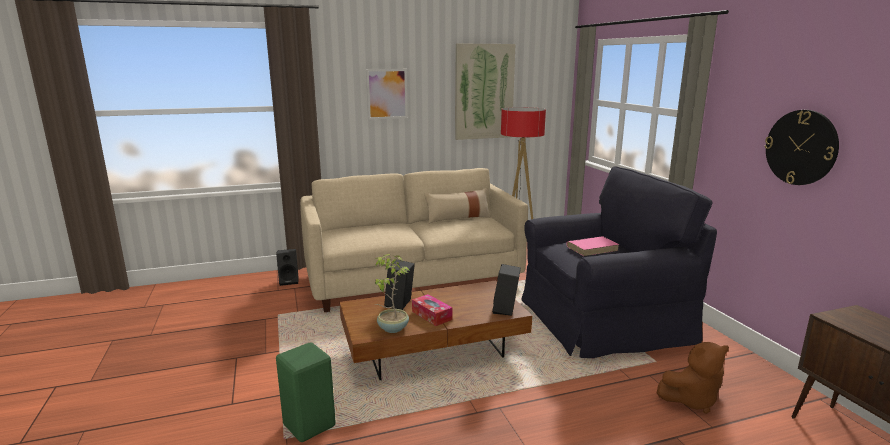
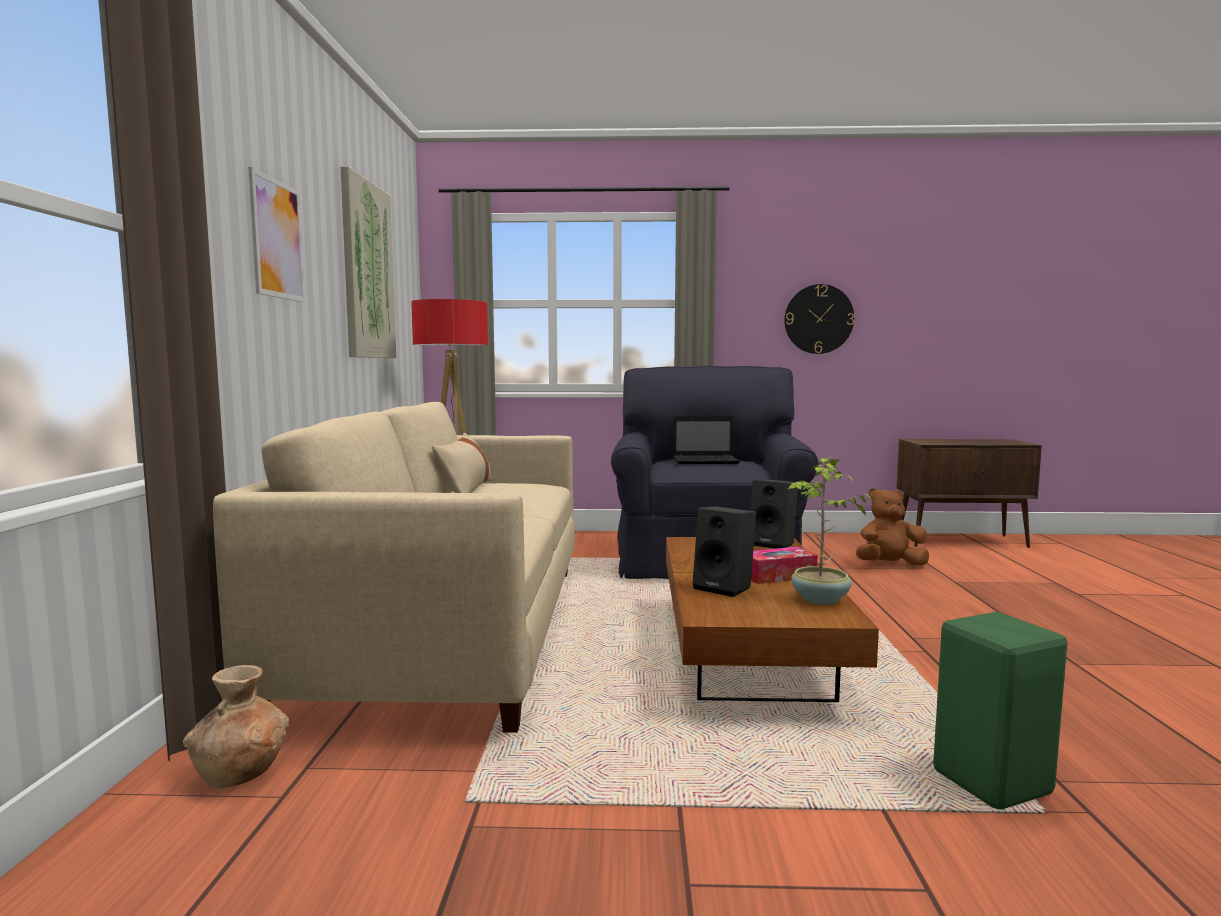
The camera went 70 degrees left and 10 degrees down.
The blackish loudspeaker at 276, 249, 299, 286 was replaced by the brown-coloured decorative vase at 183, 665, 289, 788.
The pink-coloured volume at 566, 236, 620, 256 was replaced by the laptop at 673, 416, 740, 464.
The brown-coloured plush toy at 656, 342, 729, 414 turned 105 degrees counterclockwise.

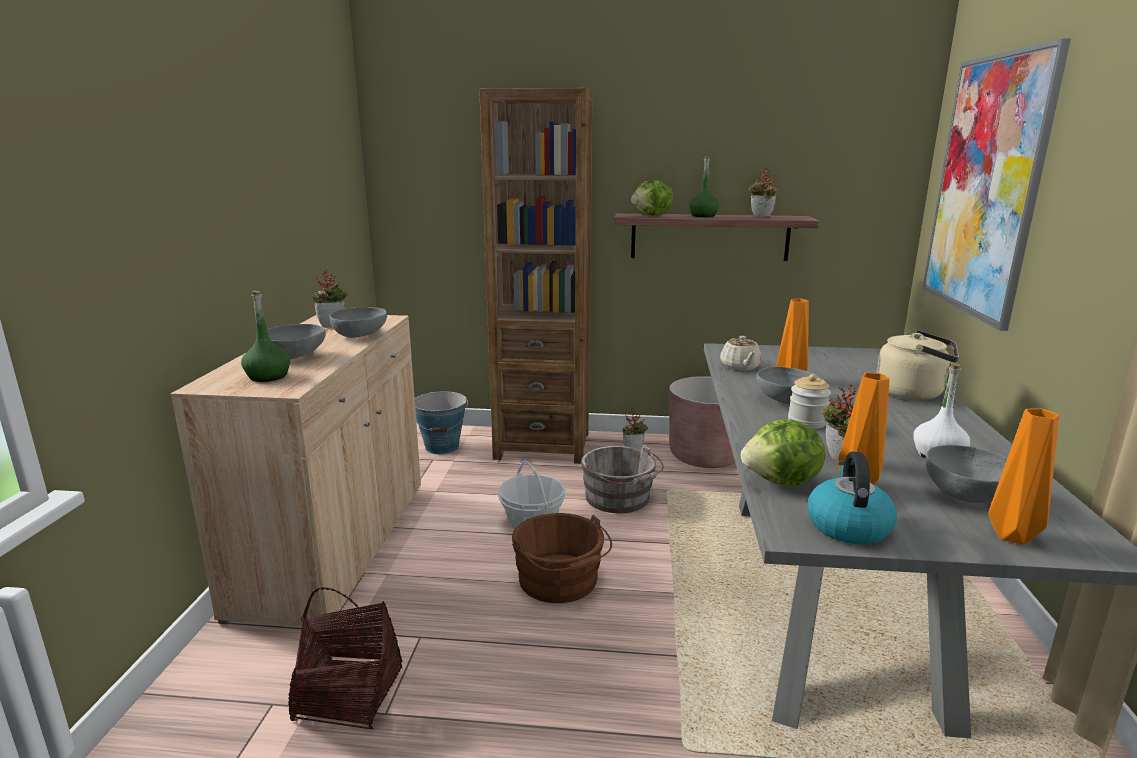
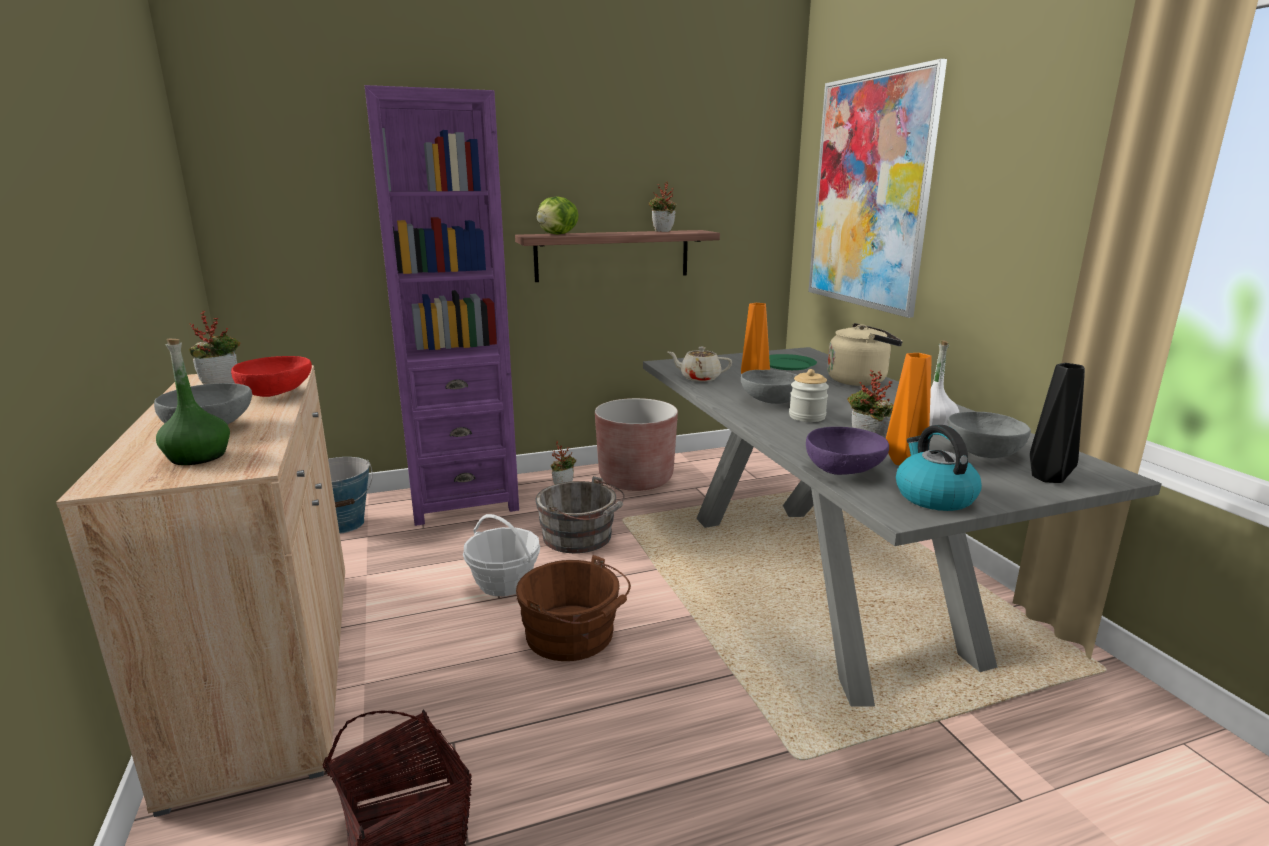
The camera went 25 degrees left and 0 degrees up.
The green beverage bottle at 689, 156, 719, 217 disappeared.
The green plate at 769, 354, 817, 370 appeared.
The lettuce at 741, 419, 825, 486 was replaced by the purple-coloured serving bowl at 806, 427, 889, 475.
The gray serving bowl at 329, 307, 387, 338 became the red-coloured serving bowl at 231, 356, 312, 397.
The brown-coloured bookshelf at 479, 88, 593, 464 became the purple-coloured bookshelf at 365, 85, 519, 526.
The orange decorative vase at 988, 408, 1059, 545 became the blackish decorative vase at 1030, 363, 1085, 483.
The beige-coloured teapot at 720, 336, 762, 371 turned 135 degrees clockwise.

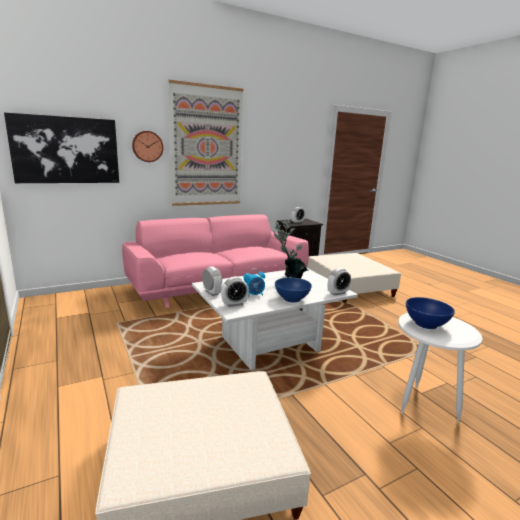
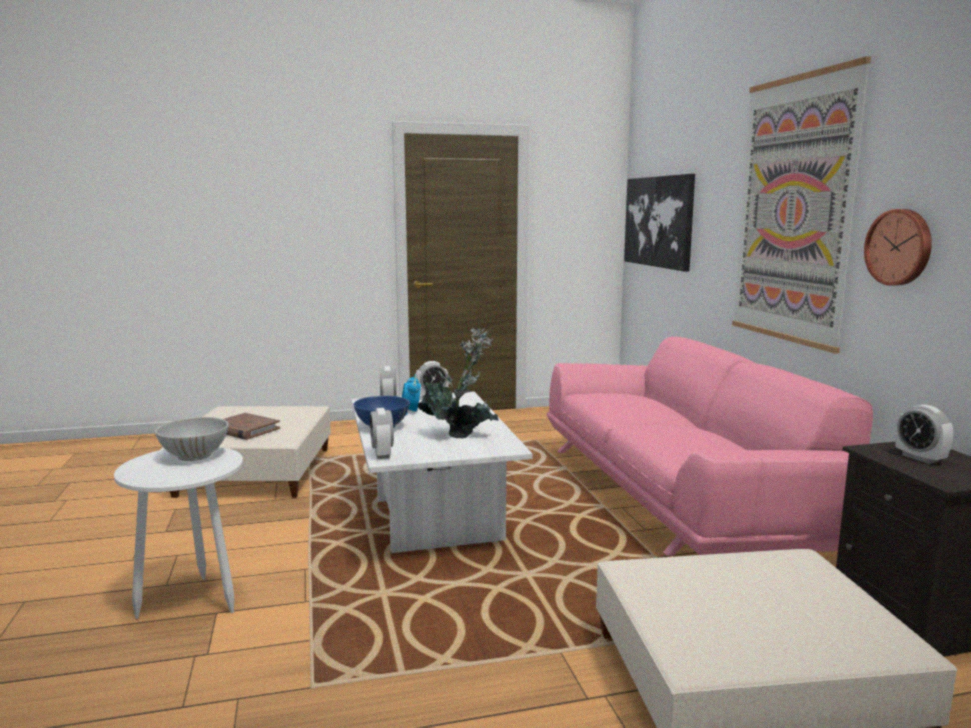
The camera went 105 degrees right and 5 degrees down.
The brown-coloured volume at 224, 413, 280, 440 appeared.
The wall clock moved from 132, 131, 163, 162 to 864, 209, 932, 286.
The blue-coloured serving bowl at 406, 297, 455, 329 became the white serving bowl at 155, 417, 229, 461.

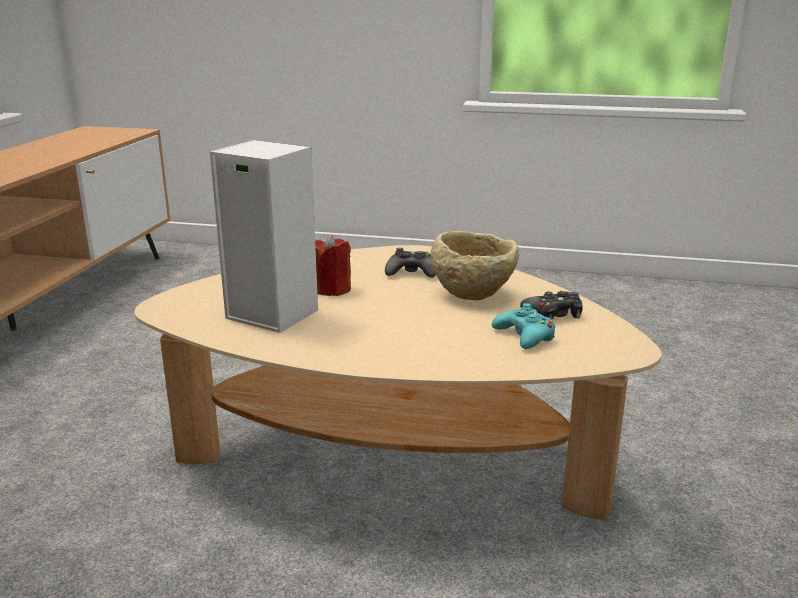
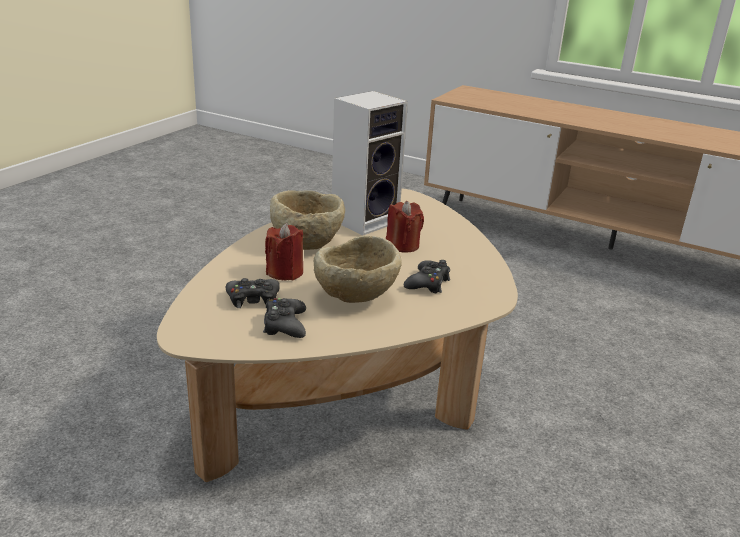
The camera went 105 degrees right and 5 degrees up.
The red-coloured wax candle at 265, 223, 303, 280 appeared.
The beige-coloured serving bowl at 270, 190, 345, 250 appeared.
The turquoise joypad at 492, 303, 555, 349 became the blackish joypad at 226, 278, 280, 308.

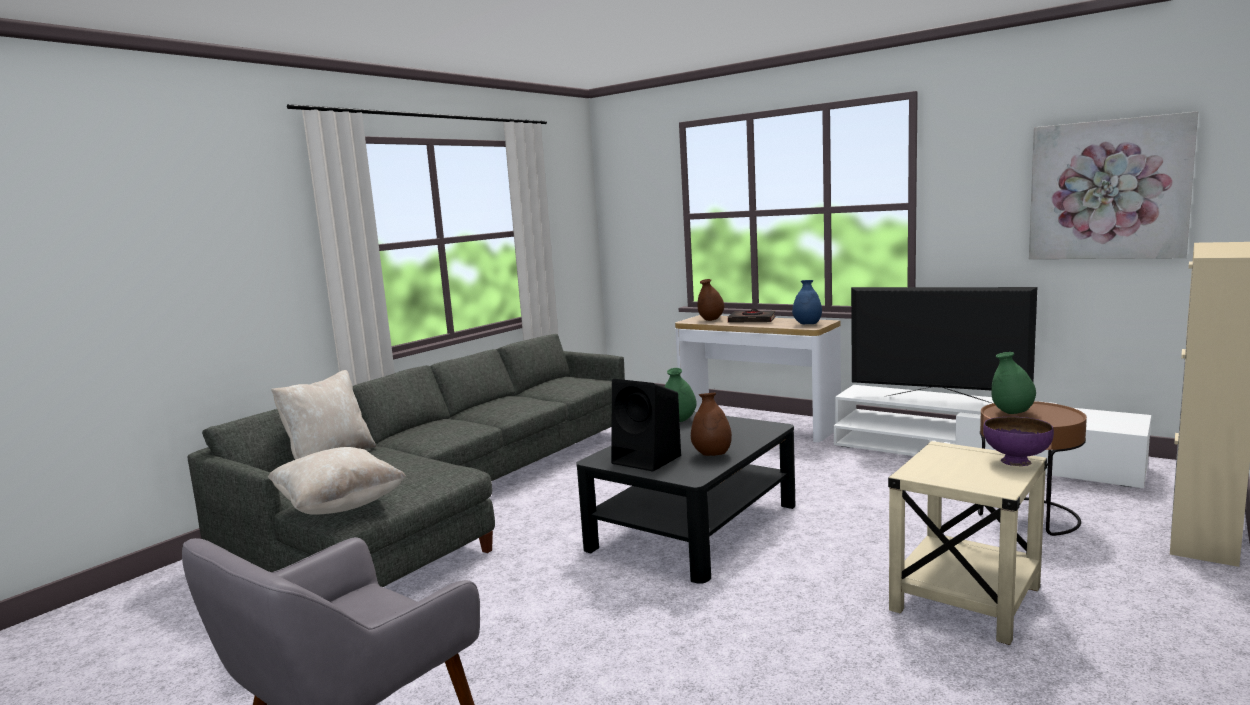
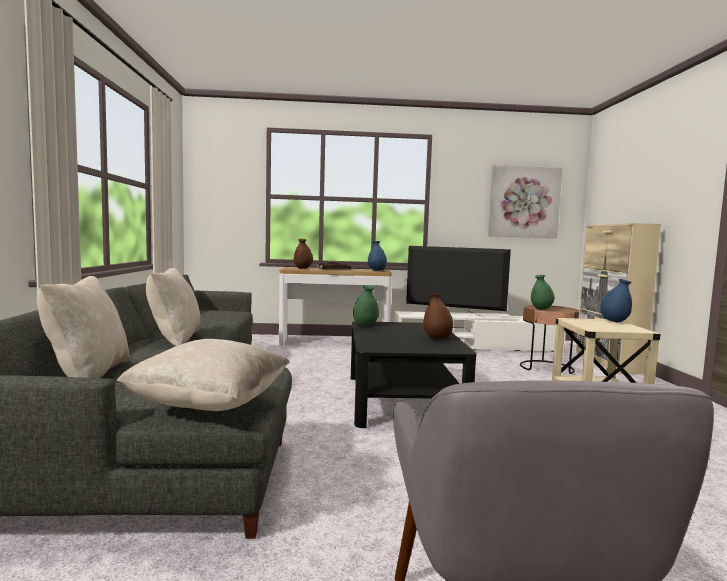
The camera went 40 degrees left and 5 degrees down.
The blackish loudspeaker at 611, 379, 681, 472 disappeared.
The beige-coloured cushion at 146, 268, 200, 346 appeared.
The purple-coloured serving bowl at 983, 417, 1054, 466 was replaced by the blue-coloured decorative vase at 600, 279, 632, 323.
The TV set at 851, 287, 1037, 403 turned 150 degrees counterclockwise.

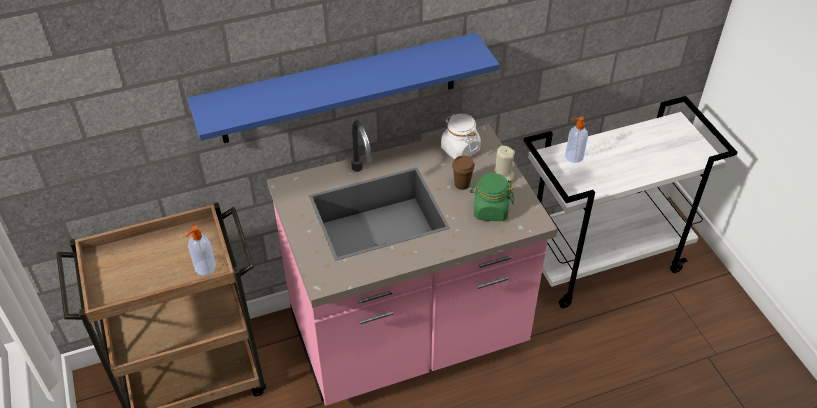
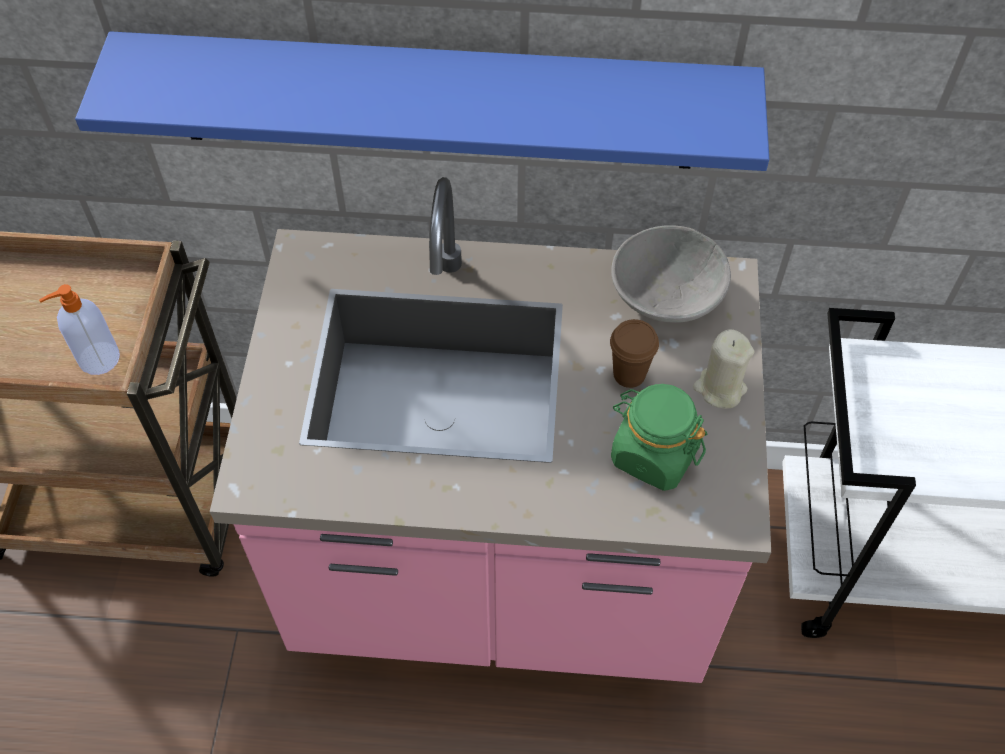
The camera went 25 degrees right and 10 degrees up.
The soap dispenser at 565, 117, 588, 163 disappeared.
The white preserve jar at 441, 114, 481, 159 was replaced by the gray serving bowl at 611, 225, 731, 323.

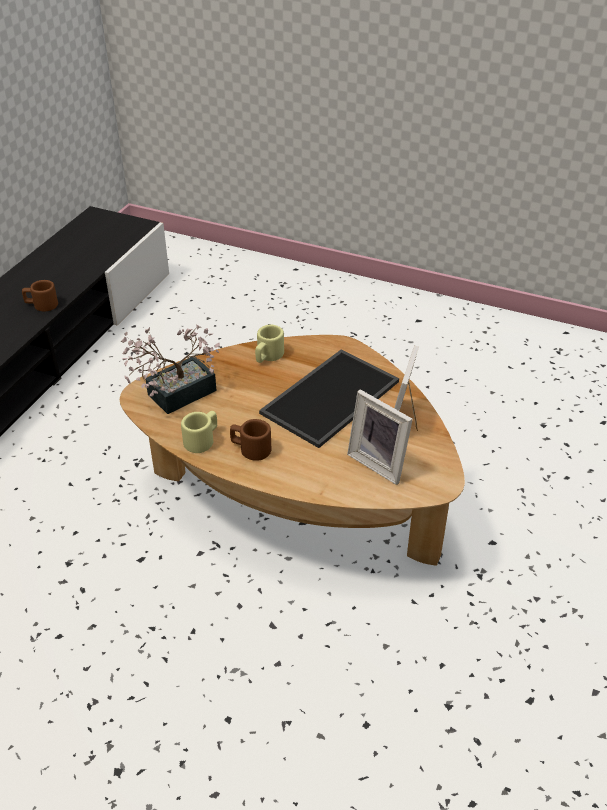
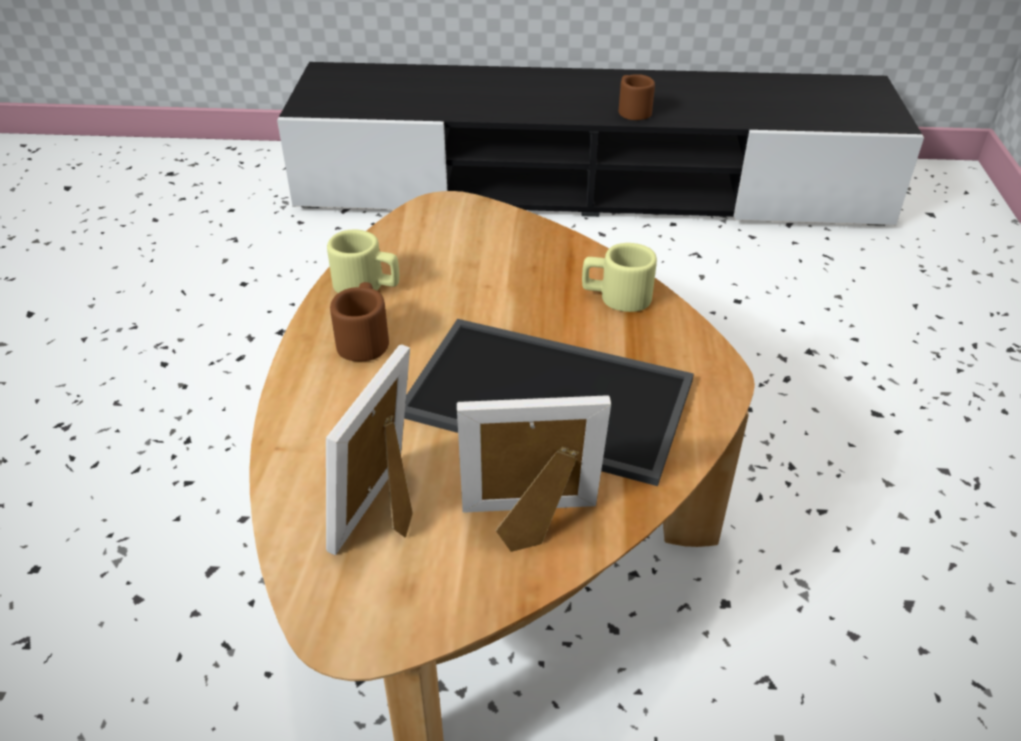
The camera went 70 degrees right and 0 degrees up.
The houseplant at 121, 325, 220, 414 disappeared.

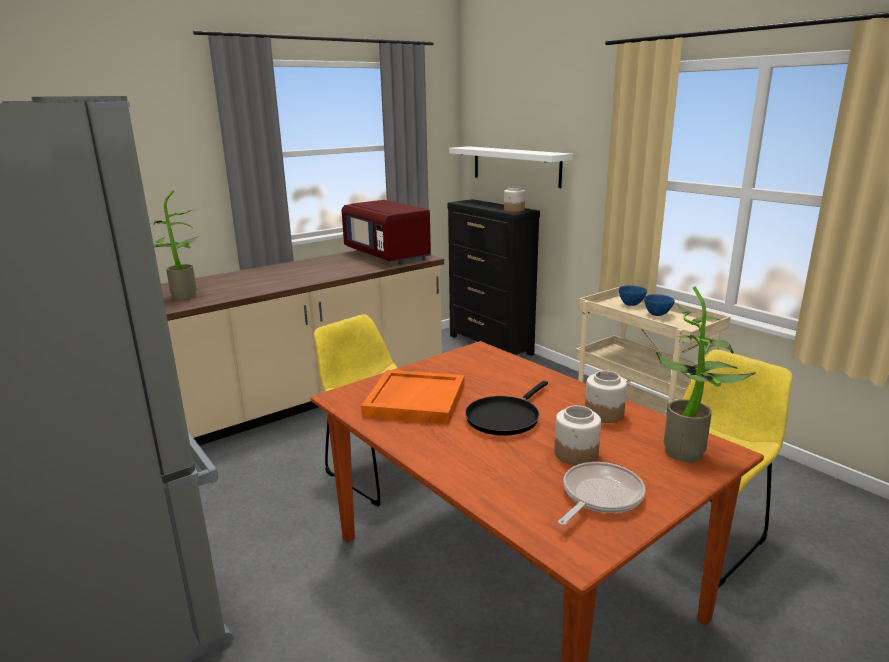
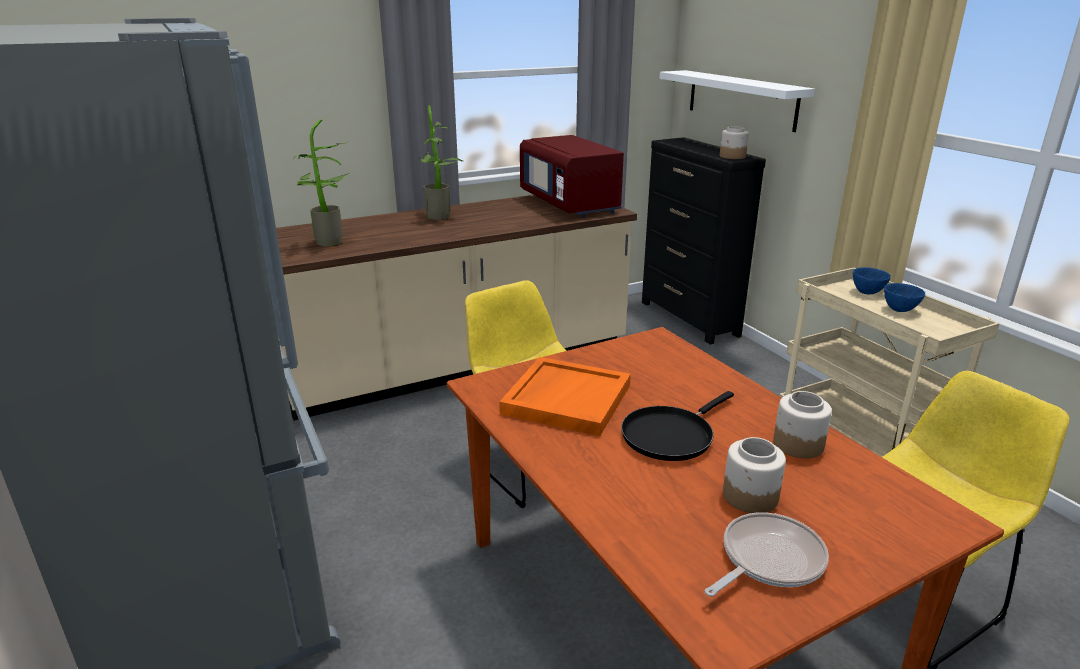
The camera went 10 degrees right and 5 degrees up.
The houseplant moved from 656, 287, 756, 462 to 419, 105, 463, 220.

